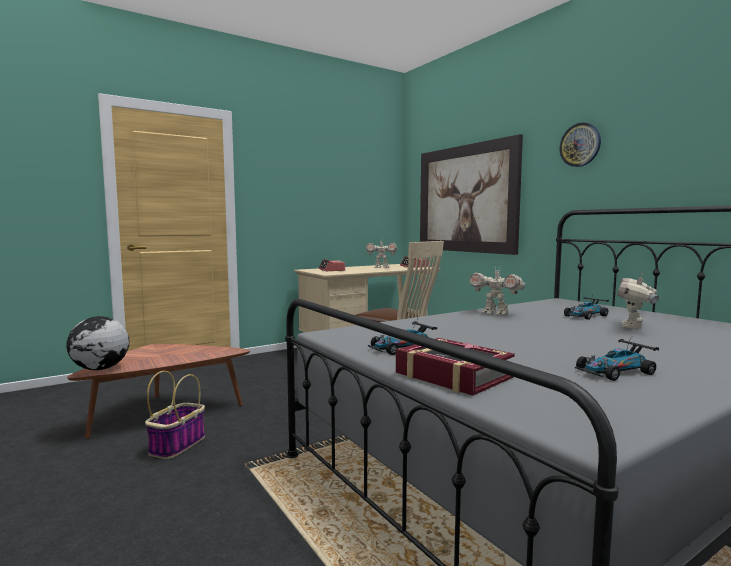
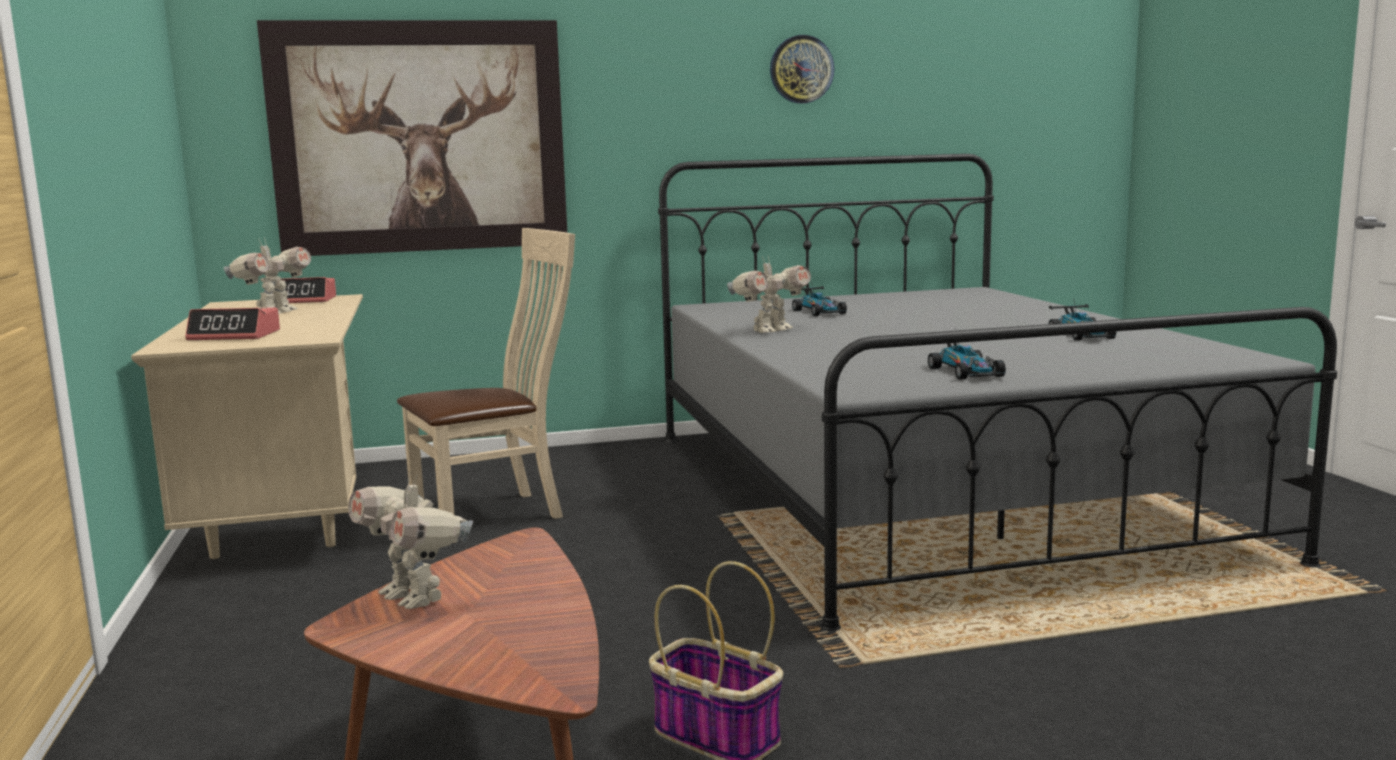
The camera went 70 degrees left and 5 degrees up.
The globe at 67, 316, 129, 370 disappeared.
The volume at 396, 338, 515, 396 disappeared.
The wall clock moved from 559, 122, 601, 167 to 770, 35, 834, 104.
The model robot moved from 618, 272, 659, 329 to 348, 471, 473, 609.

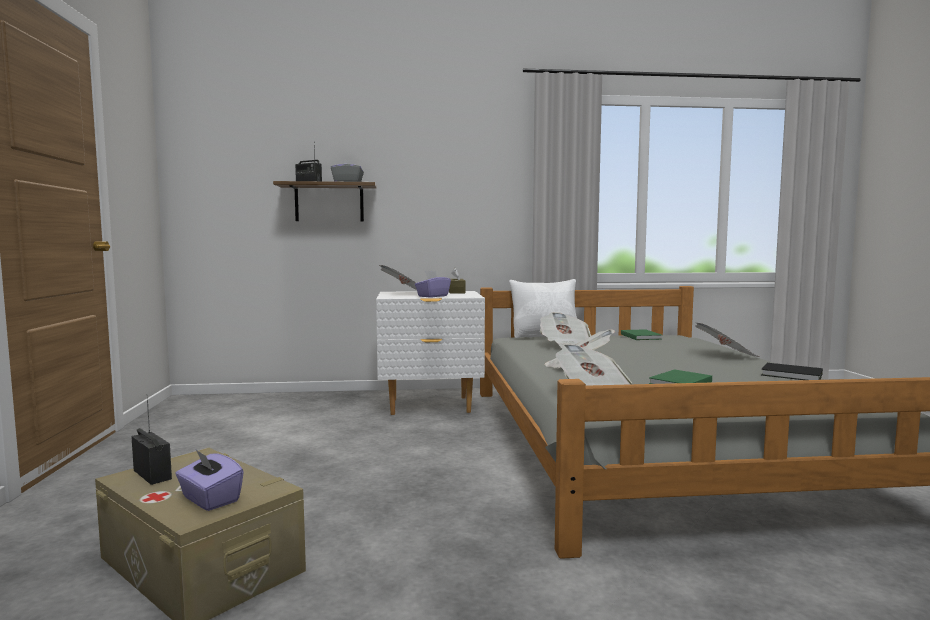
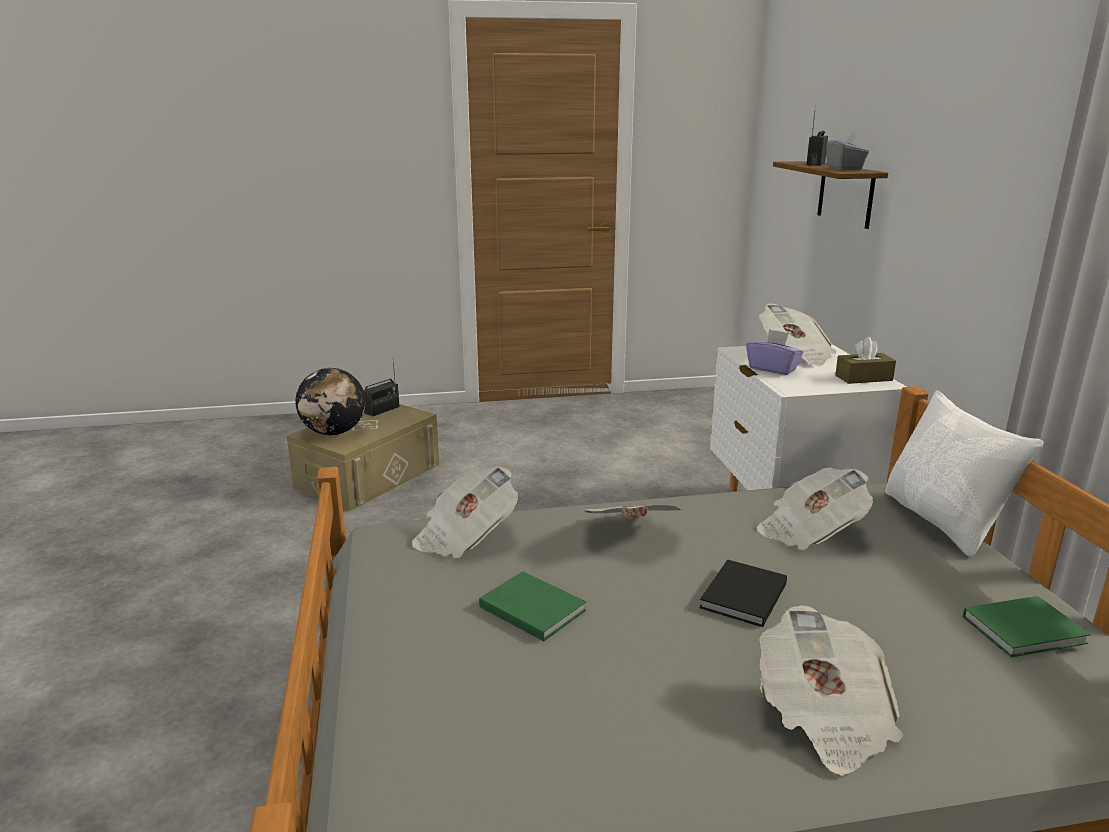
The camera went 85 degrees right and 15 degrees up.
The blackish volume moved from 761, 363, 823, 380 to 699, 559, 787, 627.
The purple-coloured tissue box at 175, 450, 244, 511 was replaced by the globe at 295, 368, 365, 435.

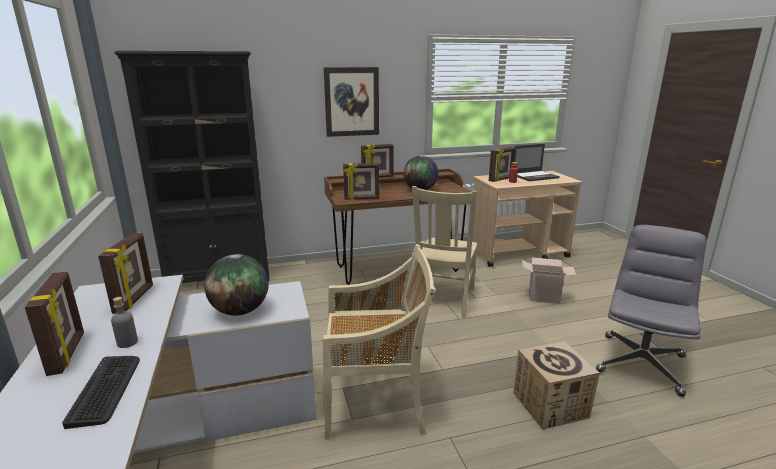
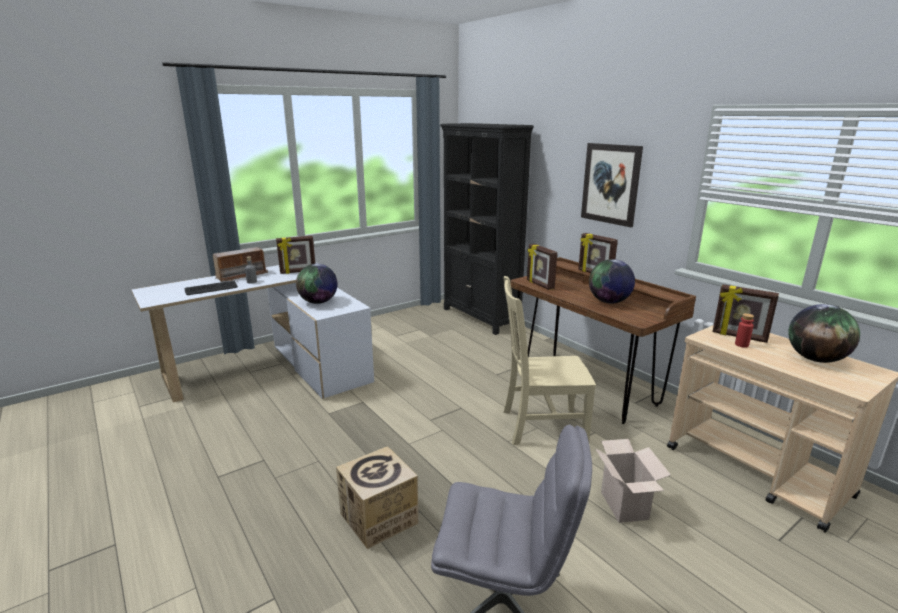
The camera went 70 degrees right and 0 degrees up.
The beige-coloured plain chair at 323, 244, 436, 440 disappeared.
The photo frame at 25, 271, 84, 376 was replaced by the radio at 213, 247, 268, 282.
The laptop at 514, 144, 560, 181 was replaced by the globe at 788, 304, 860, 363.

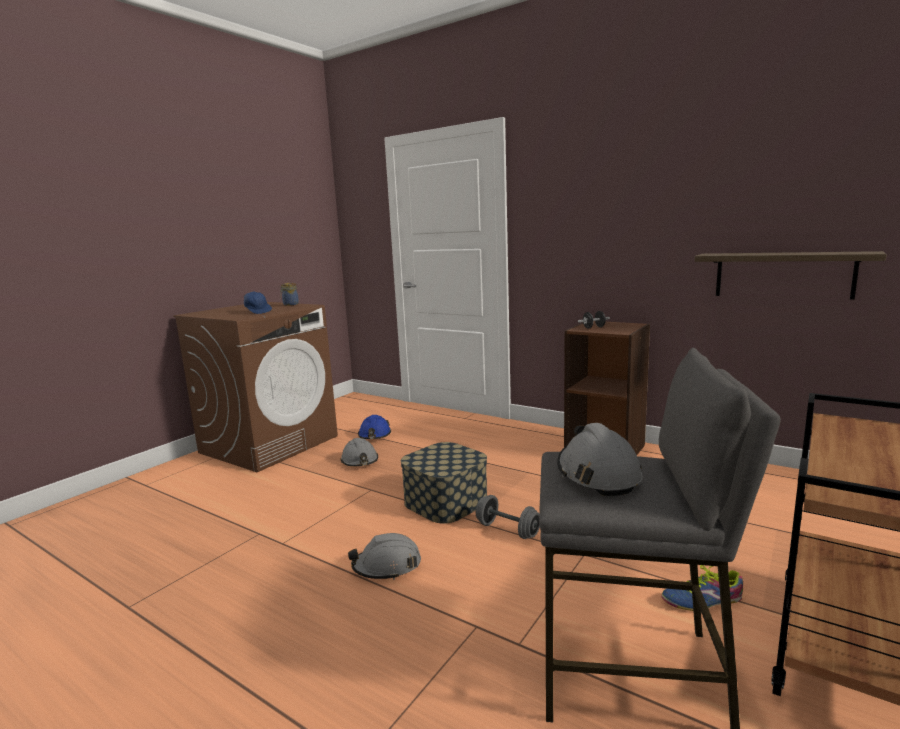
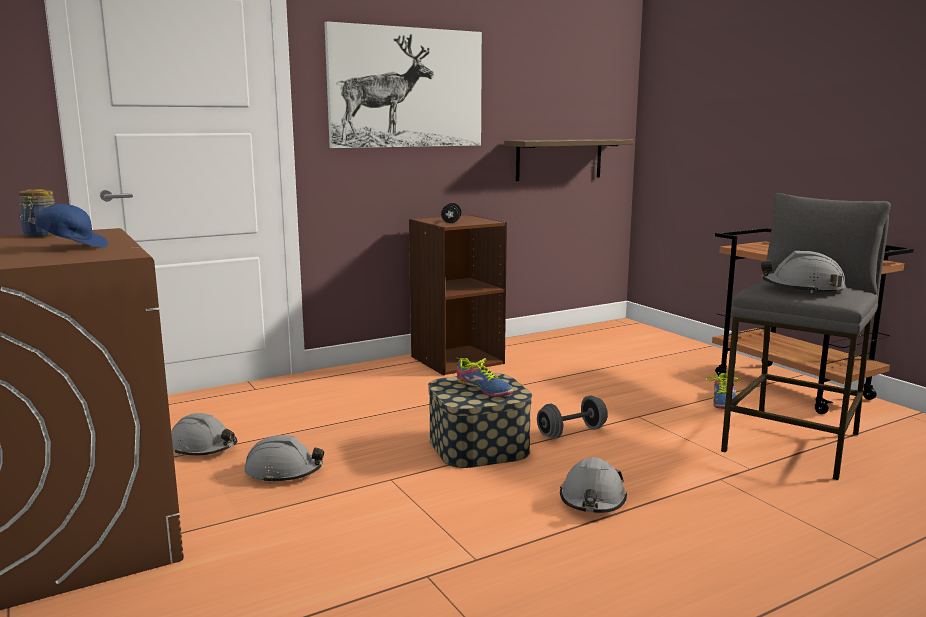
The camera went 65 degrees left and 0 degrees up.
The wall picture at 324, 22, 482, 148 appeared.
The shoe at 455, 357, 514, 397 appeared.
The blue-coloured safety helmet at 358, 415, 391, 439 became the gray safety helmet at 171, 413, 237, 456.

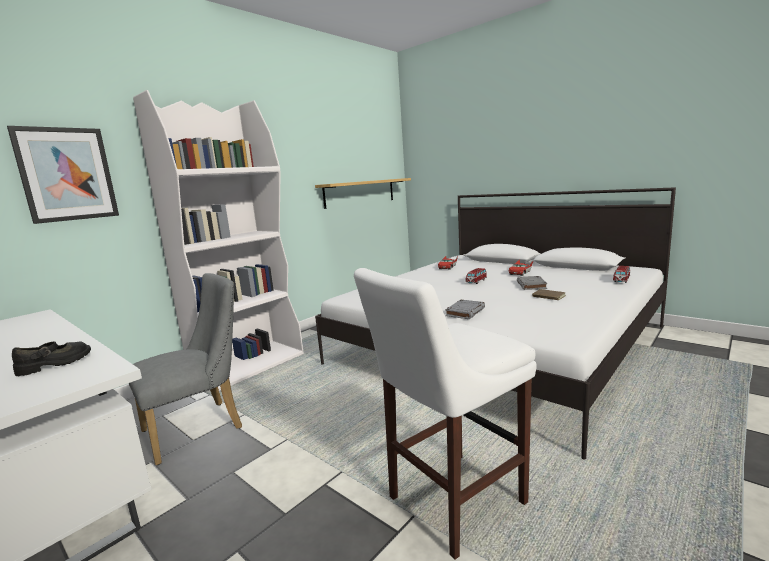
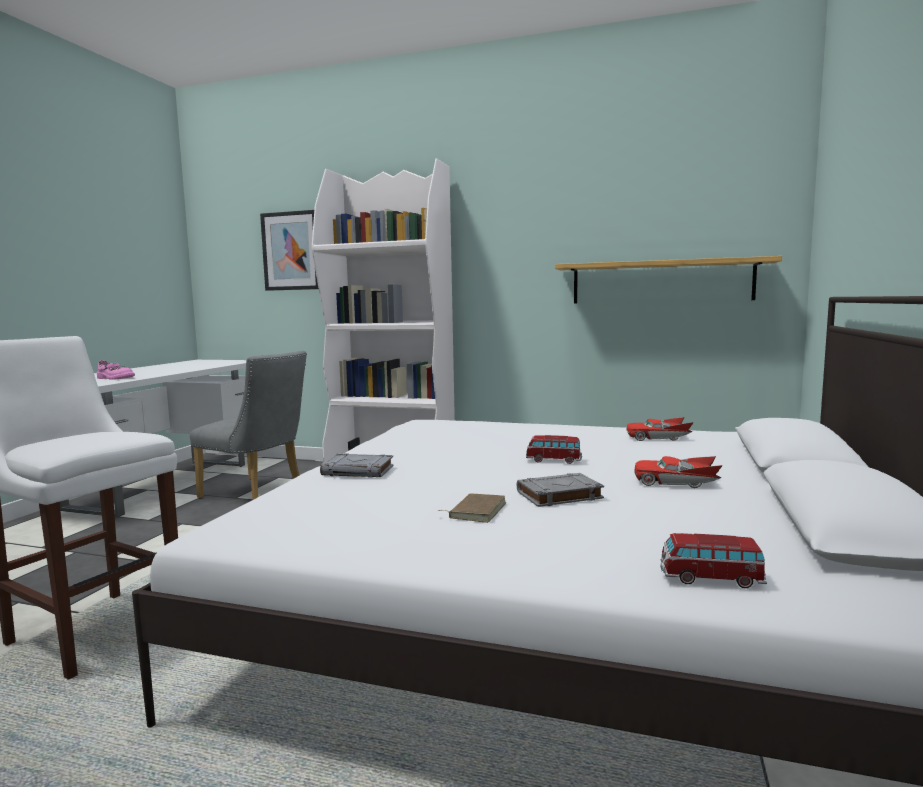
The camera went 65 degrees right and 5 degrees down.
The blackish shoe at 12, 342, 91, 376 became the pink-coloured shoe at 97, 360, 135, 380.

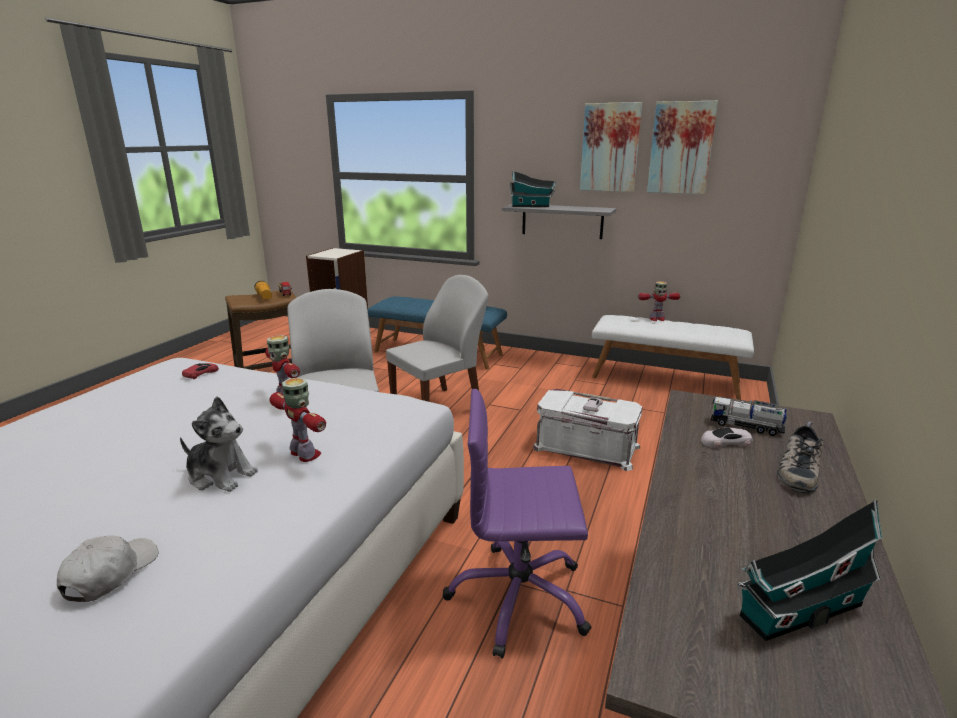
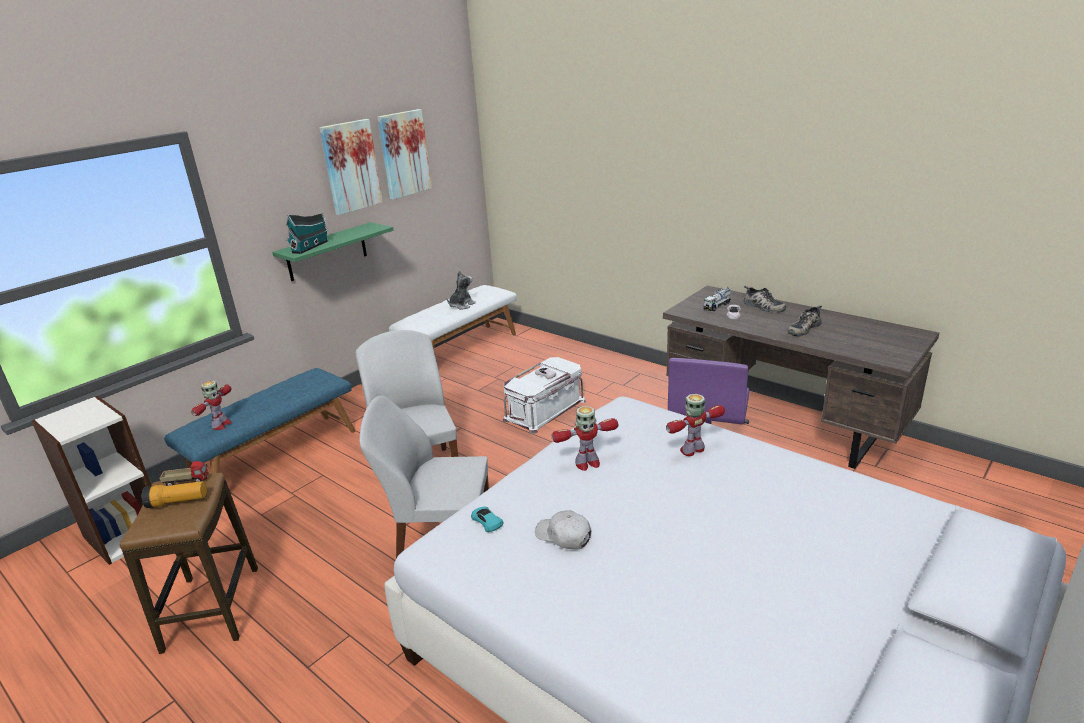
The camera went 70 degrees left and 5 degrees up.
The model house at 737, 499, 882, 641 disappeared.
The shoe at 788, 305, 822, 336 appeared.
The white baseball cap moved from 57, 535, 158, 602 to 535, 510, 591, 549.
The plush toy moved from 180, 397, 258, 492 to 447, 271, 476, 310.
The model robot moved from 638, 281, 680, 321 to 191, 381, 232, 430.
The red-coloured model car at 182, 363, 219, 379 became the turquoise model car at 471, 507, 504, 532.
The gray shelf at 502, 204, 617, 239 became the green shelf at 272, 222, 394, 281.

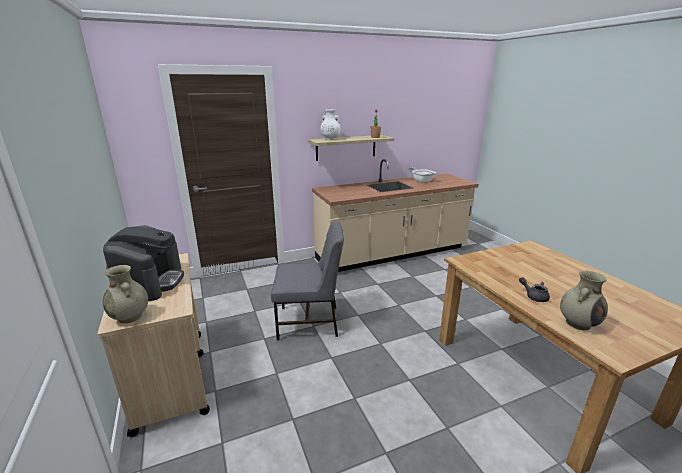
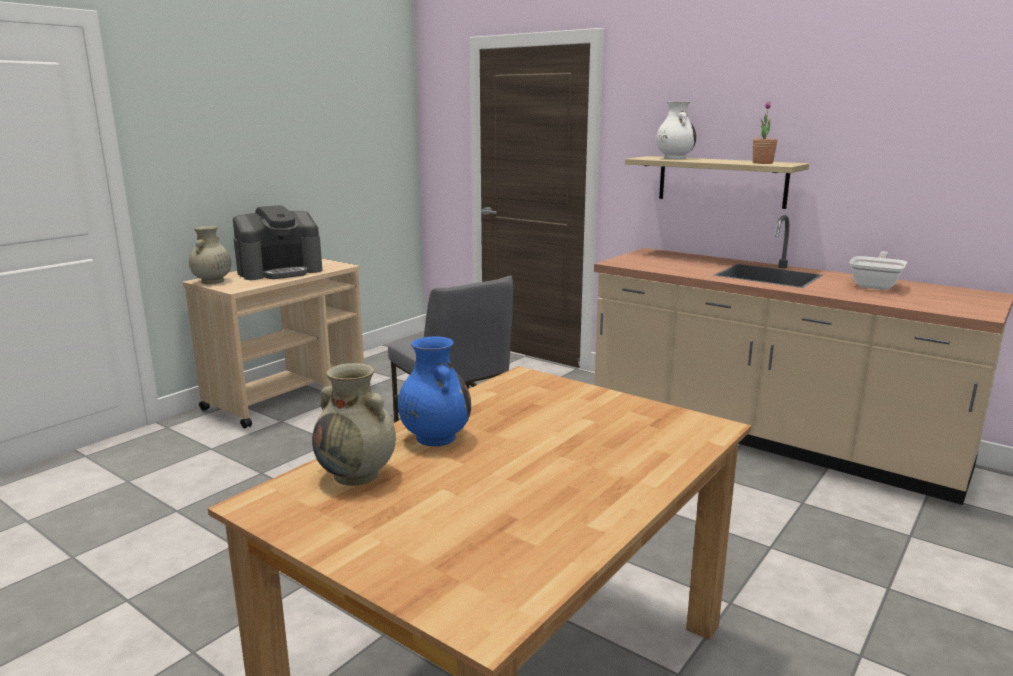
The camera went 60 degrees right and 5 degrees down.
The gray teapot at 519, 277, 550, 302 was replaced by the blue-coloured decorative vase at 398, 336, 471, 446.

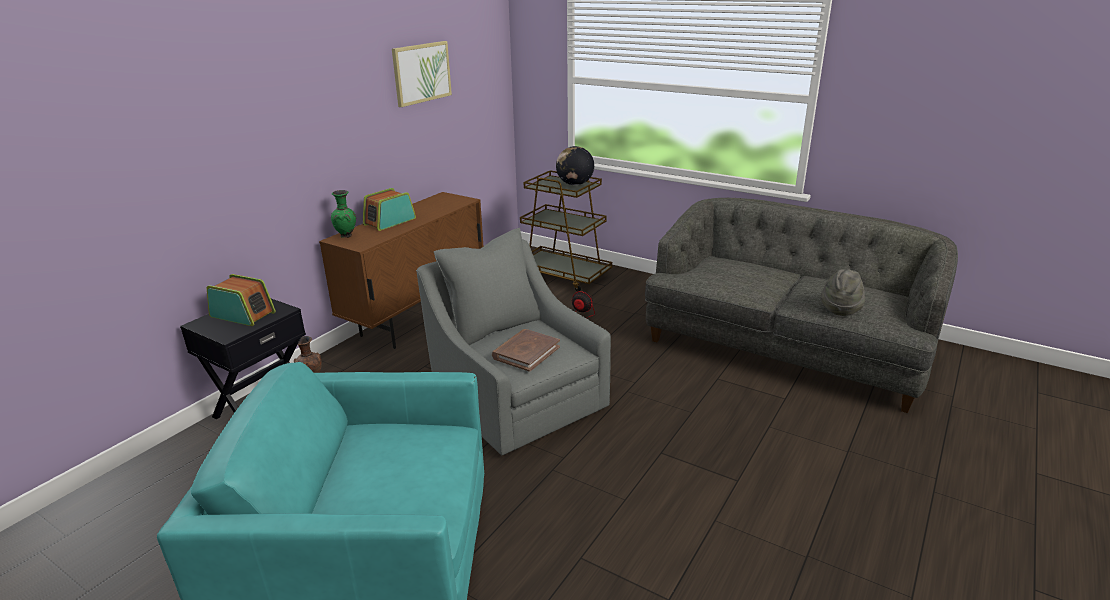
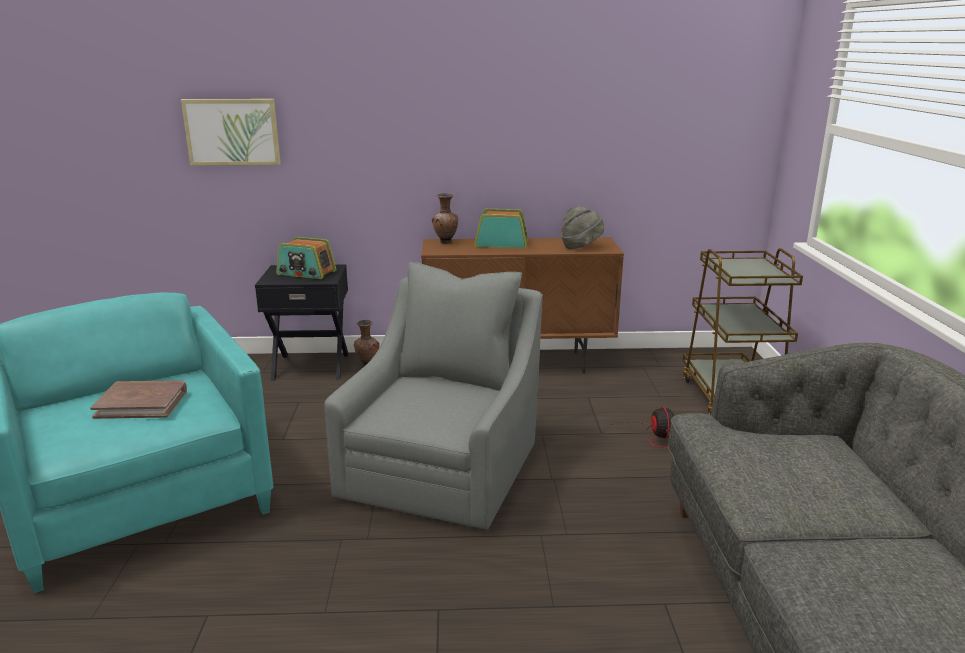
The camera went 55 degrees right and 5 degrees down.
The globe at 556, 146, 594, 185 disappeared.
The wall picture moved from 392, 41, 452, 107 to 181, 99, 281, 165.
The brown-coloured volume moved from 492, 329, 560, 372 to 90, 380, 187, 419.
The gray clothing hat moved from 821, 269, 865, 316 to 561, 206, 604, 249.
The green decorative vase at 331, 190, 356, 238 became the brown-coloured decorative vase at 432, 193, 458, 244.
The radio at 207, 274, 276, 326 turned 120 degrees clockwise.

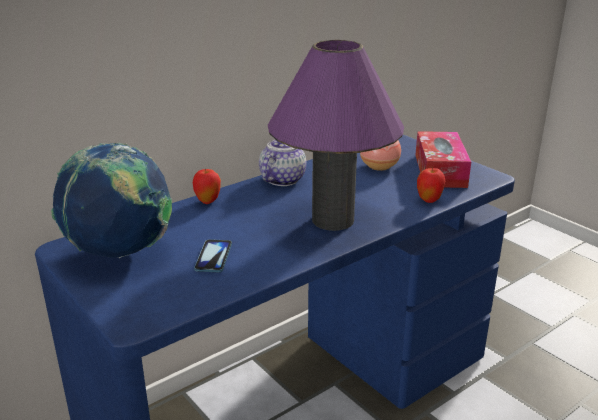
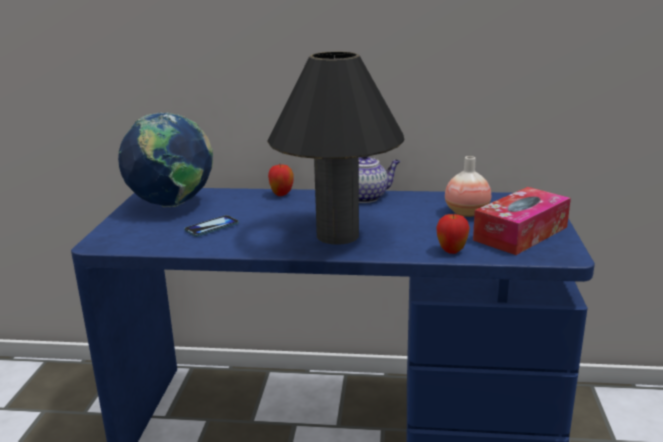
The camera went 45 degrees right and 5 degrees down.
The purple-coloured lamp for a table at 268, 40, 404, 231 became the blackish lamp for a table at 267, 52, 404, 245.

